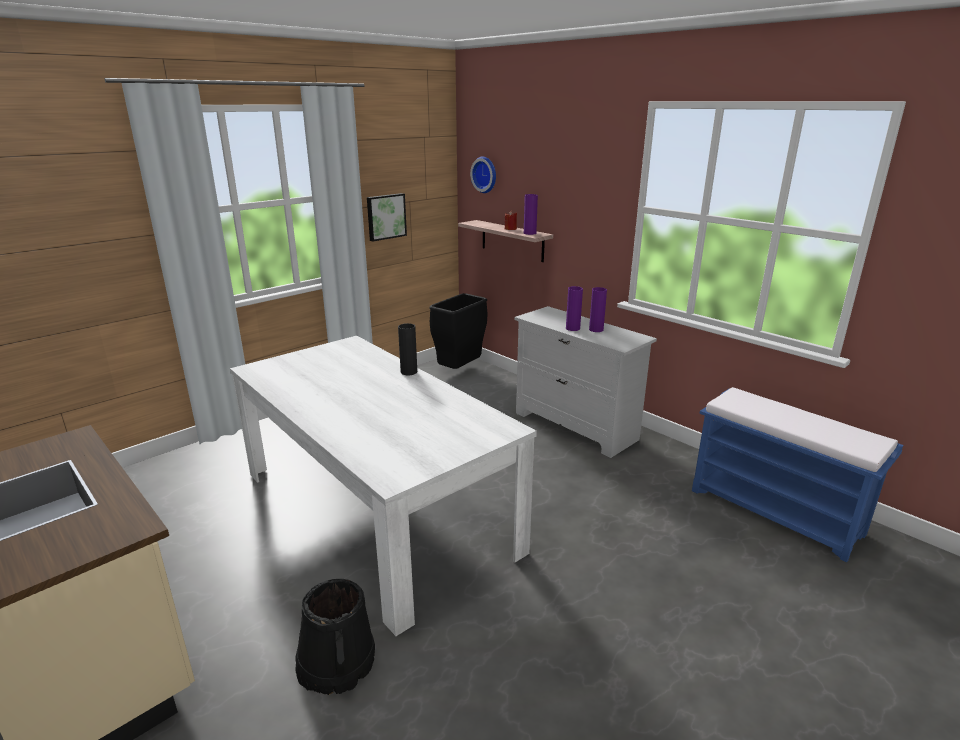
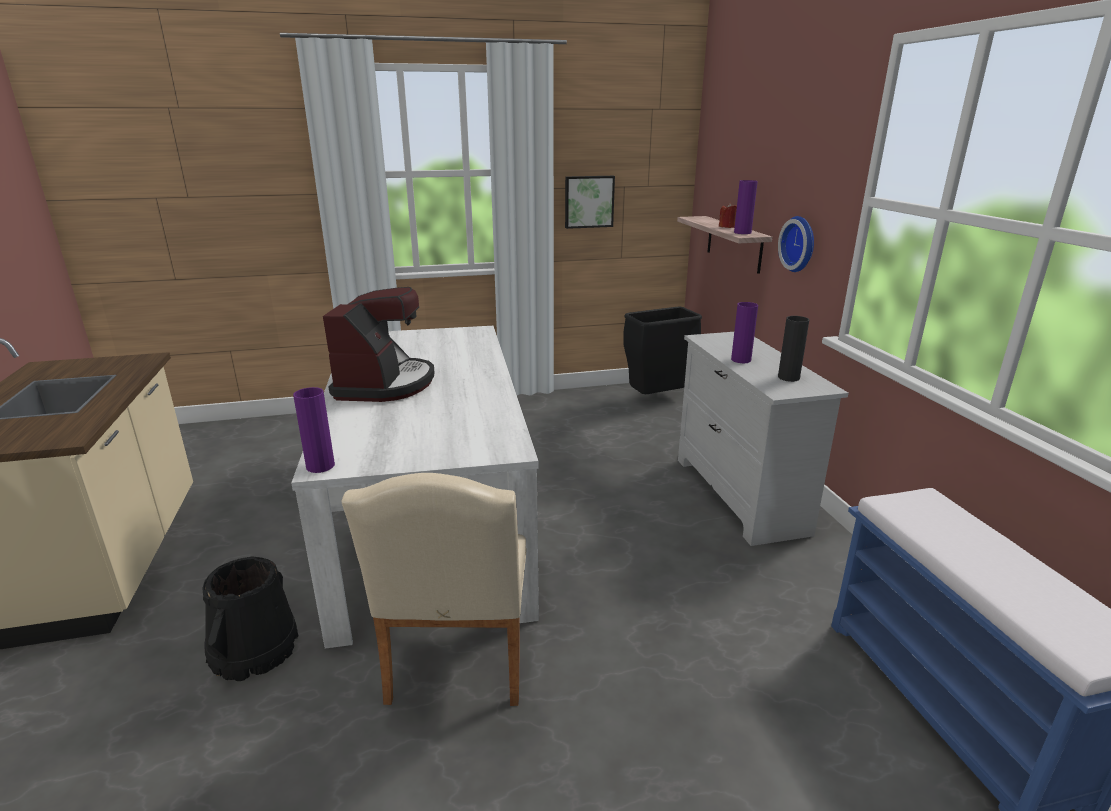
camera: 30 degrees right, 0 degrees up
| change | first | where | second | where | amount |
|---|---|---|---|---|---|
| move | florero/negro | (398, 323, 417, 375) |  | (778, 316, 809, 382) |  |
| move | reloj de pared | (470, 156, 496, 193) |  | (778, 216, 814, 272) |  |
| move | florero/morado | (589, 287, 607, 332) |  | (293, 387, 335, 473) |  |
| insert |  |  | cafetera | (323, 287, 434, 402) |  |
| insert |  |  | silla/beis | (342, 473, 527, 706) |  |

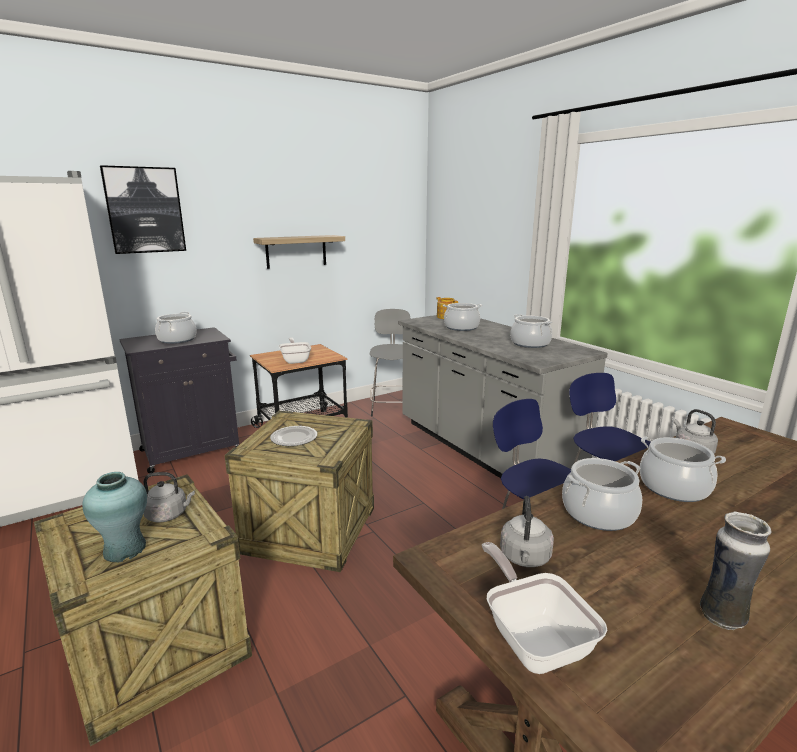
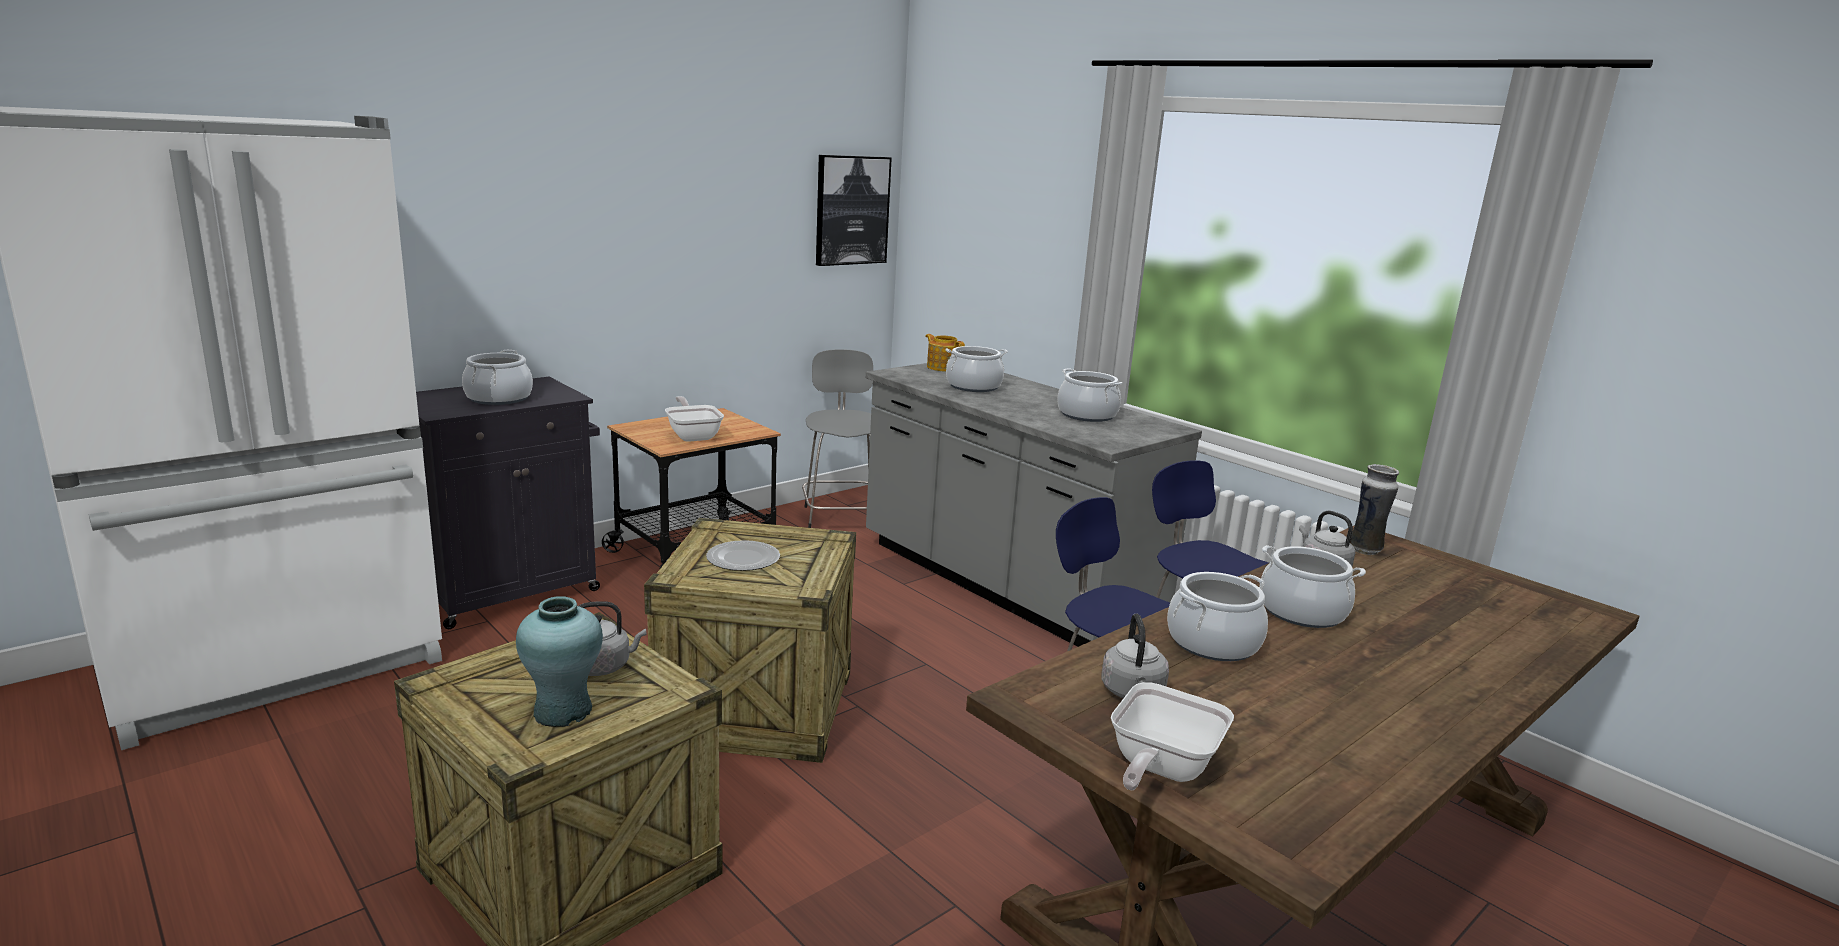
camera: 10 degrees left, 0 degrees up
| change | first | where | second | where | amount |
|---|---|---|---|---|---|
| move | cuadro | (100, 165, 186, 254) |  | (816, 155, 892, 266) |  |
| delete | estante | (253, 235, 345, 269) |  |  |  |
| rotate | sartén | (482, 542, 607, 674) |  | (1111, 682, 1234, 790) | 120 degrees counterclockwise |
| move | florero | (700, 512, 771, 630) |  | (1350, 464, 1399, 555) |  |

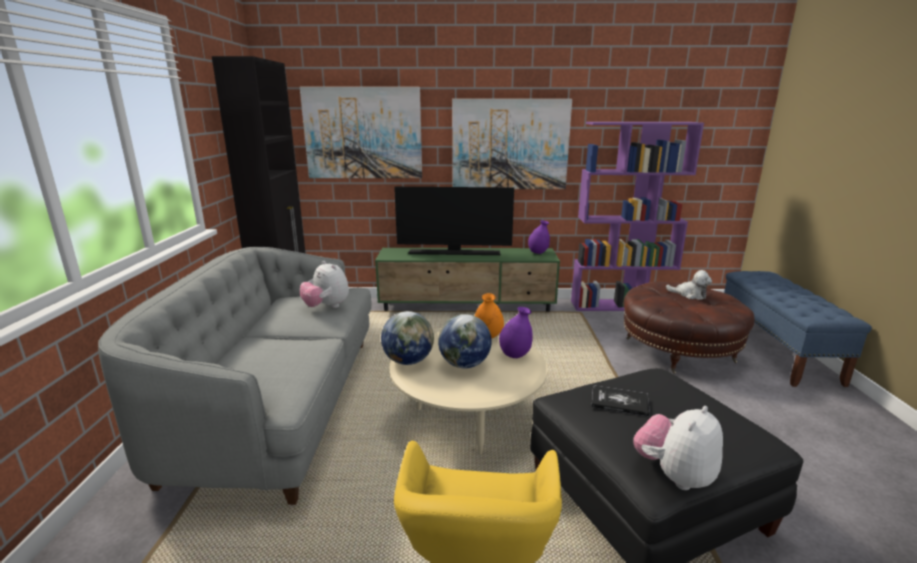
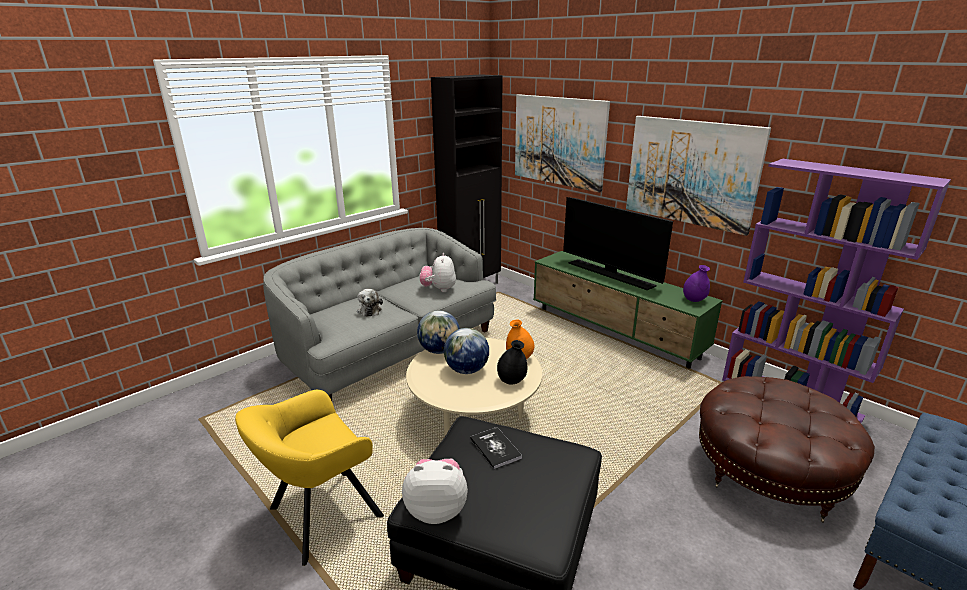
camera: 45 degrees right, 5 degrees up
| change | first | where | second | where | amount |
|---|---|---|---|---|---|
| recolor | florero/morado | (499, 307, 533, 358) | florero/negro | (497, 340, 527, 385) |  |
| move | peluche | (666, 270, 712, 300) |  | (357, 289, 383, 317) |  |

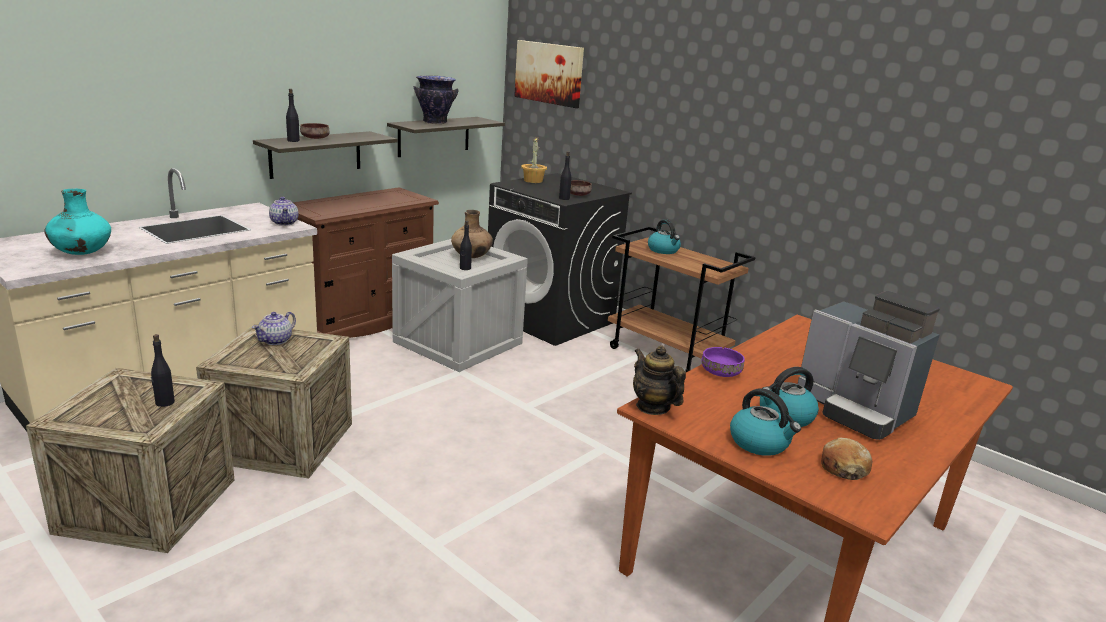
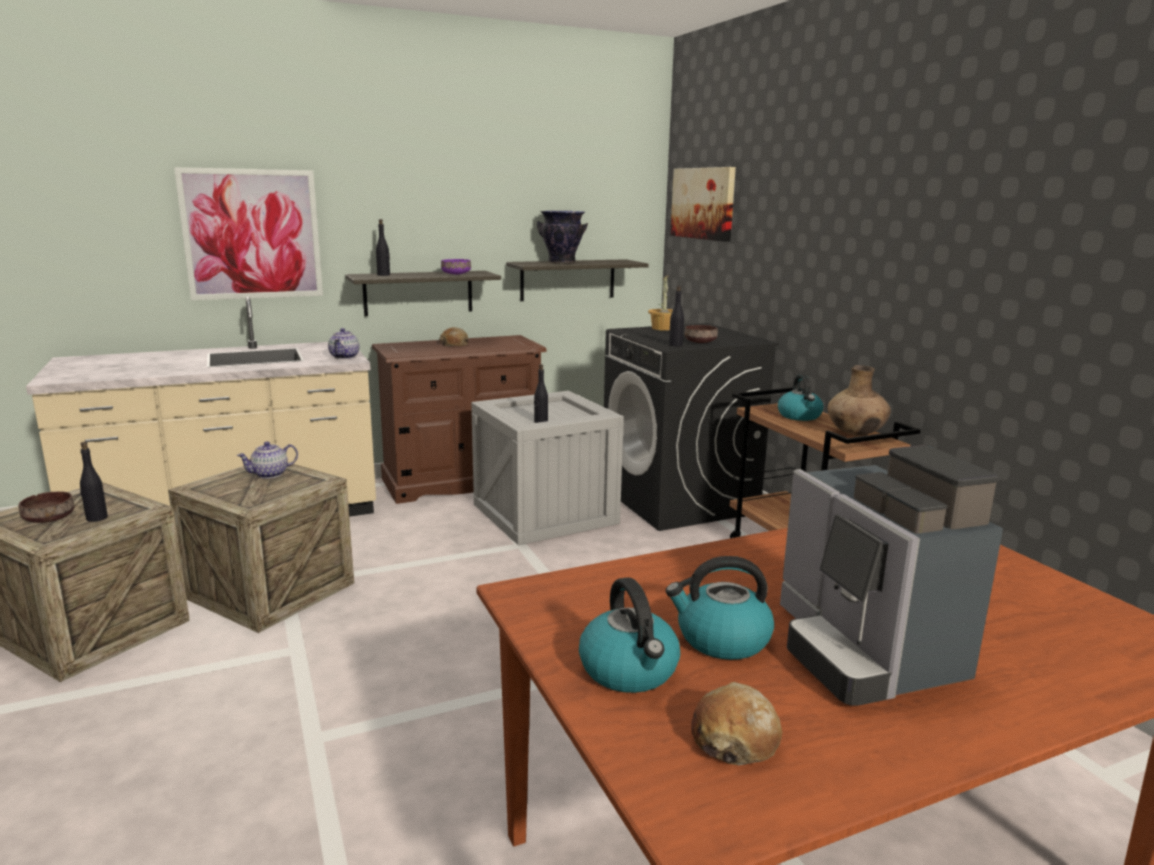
camera: 25 degrees right, 5 degrees down
| change | first | where | second | where | amount |
|---|---|---|---|---|---|
| delete | florero/turquesa | (44, 189, 111, 255) |  |  |  |
| move | cuenco/marrón | (300, 123, 329, 139) |  | (18, 491, 74, 523) |  |
| move | florero/marrón | (451, 210, 493, 258) |  | (828, 365, 891, 435) |  |
| delete | tetera | (633, 345, 686, 415) |  |  |  |
| move | cuenco/morado | (702, 347, 745, 377) |  | (441, 259, 471, 274) |  |
| insert |  |  | cuadro | (174, 167, 323, 300) |  |
| insert |  |  | pan | (439, 327, 468, 347) |  |

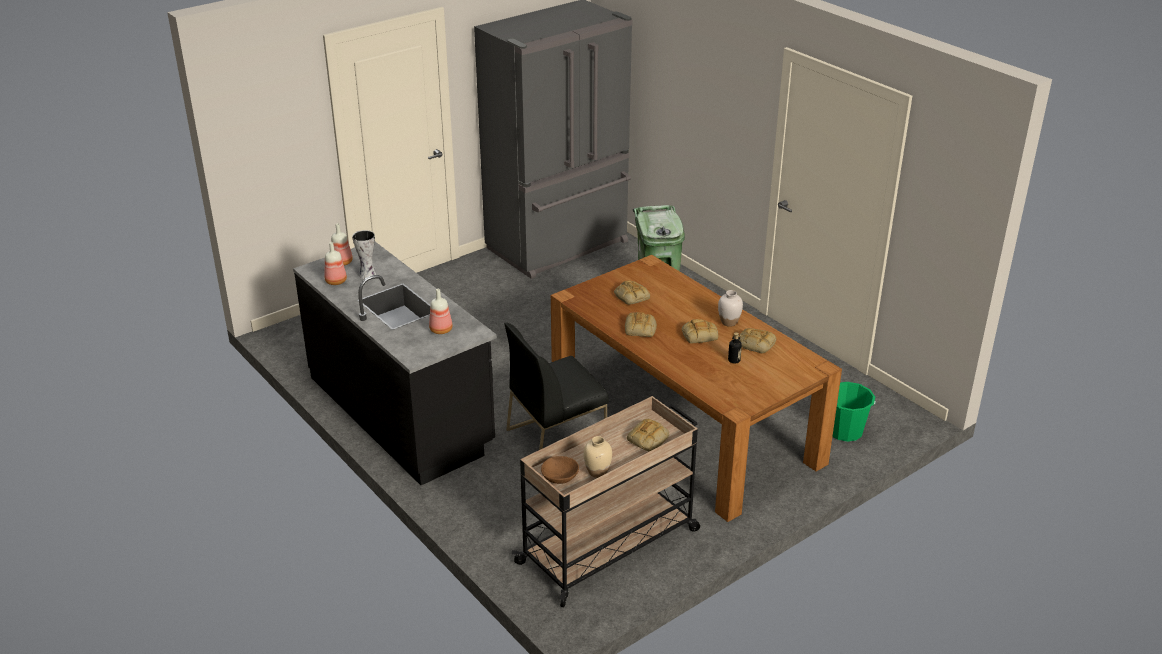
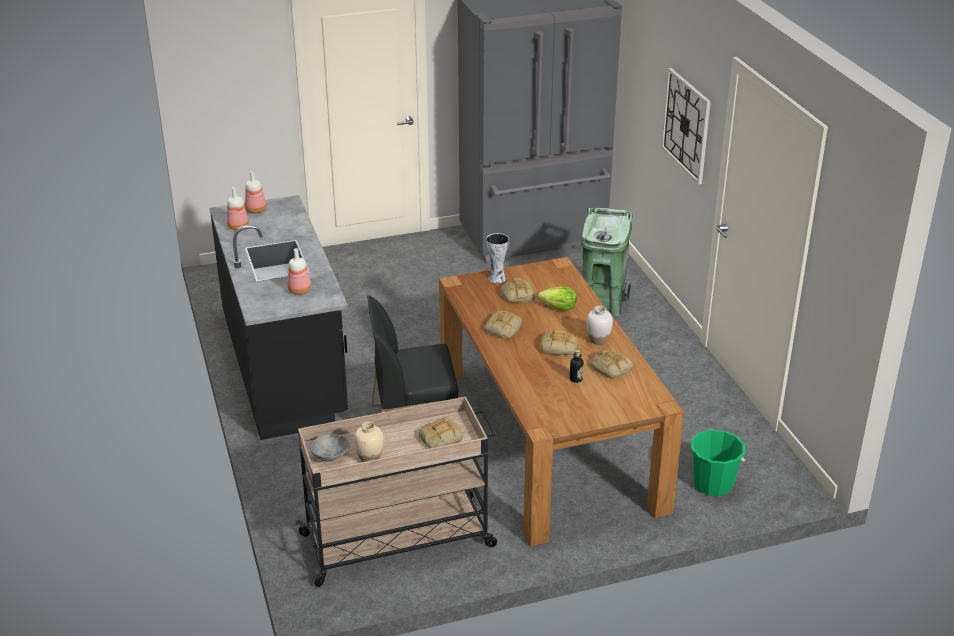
camera: 20 degrees right, 0 degrees up
| change | first | where | second | where | amount |
|---|---|---|---|---|---|
| move | florero | (352, 230, 377, 279) |  | (486, 233, 509, 283) |  |
| recolor | cuenco/marrón | (541, 456, 579, 484) | cuenco/gris | (310, 434, 349, 462) |  |
| insert |  |  | lechuga | (538, 286, 577, 311) |  |
| insert |  |  | reloj de pared | (661, 68, 711, 185) |  |

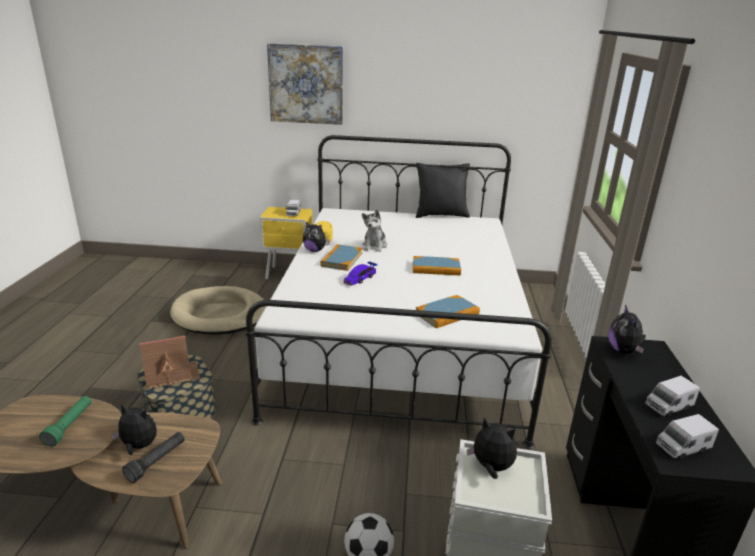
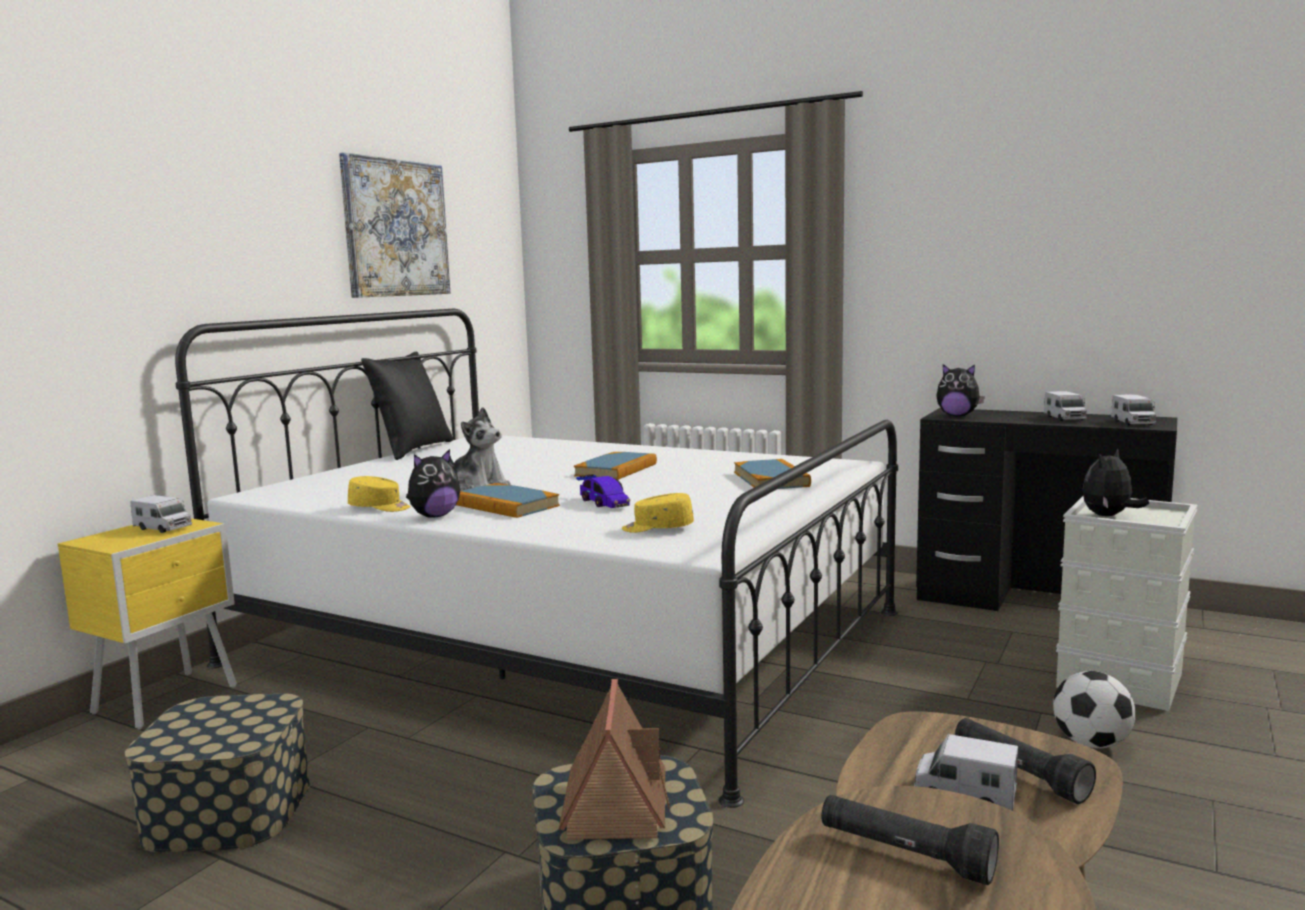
camera: 65 degrees left, 15 degrees down
| change | first | where | second | where | amount |
|---|---|---|---|---|---|
| recolor | linterna/verde | (39, 396, 91, 446) | linterna/negro | (821, 795, 999, 885) |  |
| replace | peluche | (111, 404, 157, 455) | camión de juguete | (914, 734, 1018, 811) |  |
| replace | cama para perro/beis | (170, 286, 266, 335) | caja de almacenaje | (125, 693, 310, 853) |  |
| move | cuadro | (267, 43, 343, 125) |  | (339, 153, 450, 298) |  |
| insert |  |  | gorra/amarillo | (622, 493, 694, 533) |  |

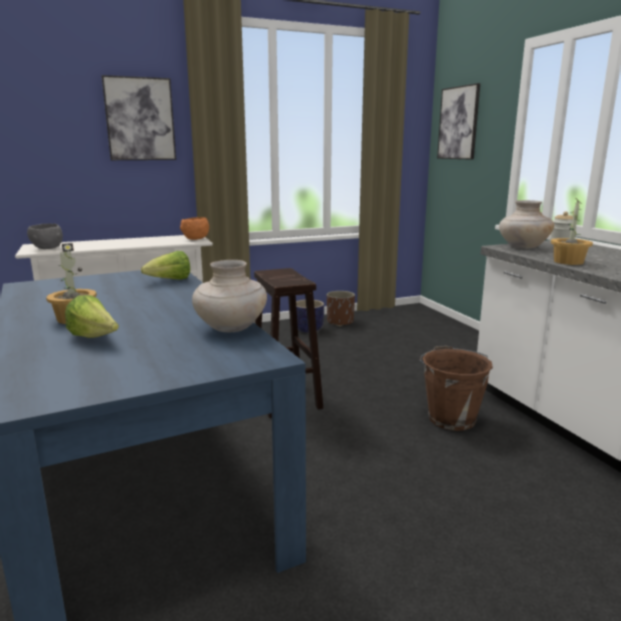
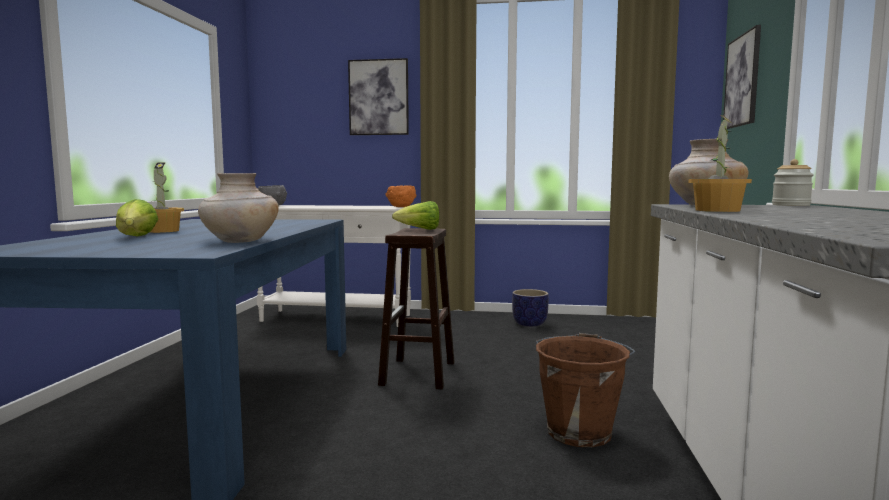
camera: 30 degrees right, 10 degrees down
| change | first | where | second | where | amount |
|---|---|---|---|---|---|
| move | lechuga | (141, 251, 190, 280) |  | (392, 201, 439, 230) |  |
| delete | maceta/marrón | (327, 291, 355, 327) |  |  |  |

